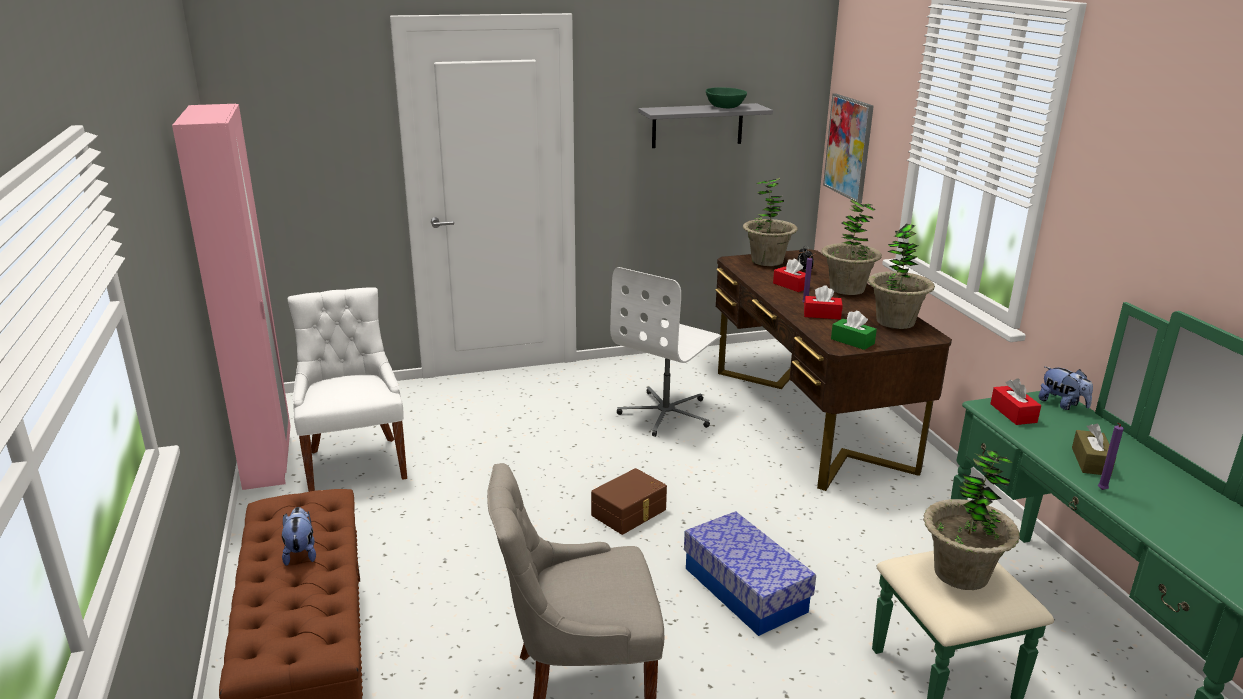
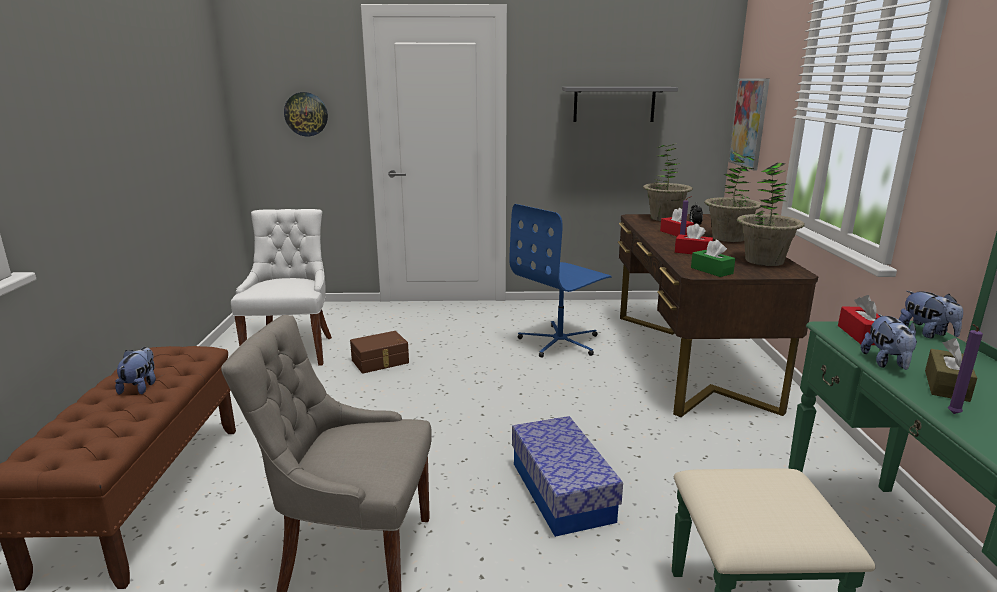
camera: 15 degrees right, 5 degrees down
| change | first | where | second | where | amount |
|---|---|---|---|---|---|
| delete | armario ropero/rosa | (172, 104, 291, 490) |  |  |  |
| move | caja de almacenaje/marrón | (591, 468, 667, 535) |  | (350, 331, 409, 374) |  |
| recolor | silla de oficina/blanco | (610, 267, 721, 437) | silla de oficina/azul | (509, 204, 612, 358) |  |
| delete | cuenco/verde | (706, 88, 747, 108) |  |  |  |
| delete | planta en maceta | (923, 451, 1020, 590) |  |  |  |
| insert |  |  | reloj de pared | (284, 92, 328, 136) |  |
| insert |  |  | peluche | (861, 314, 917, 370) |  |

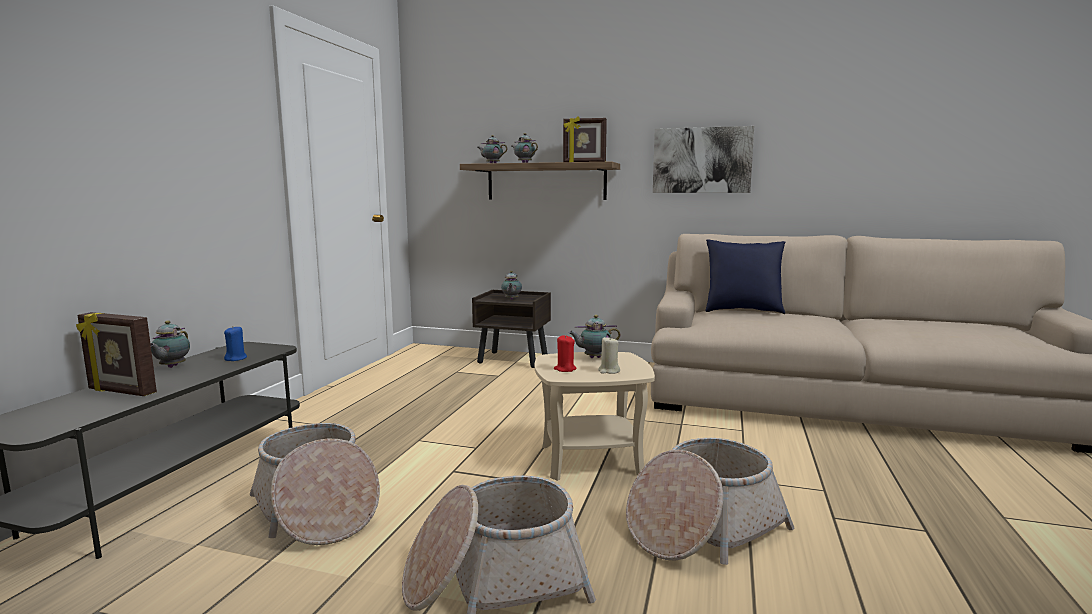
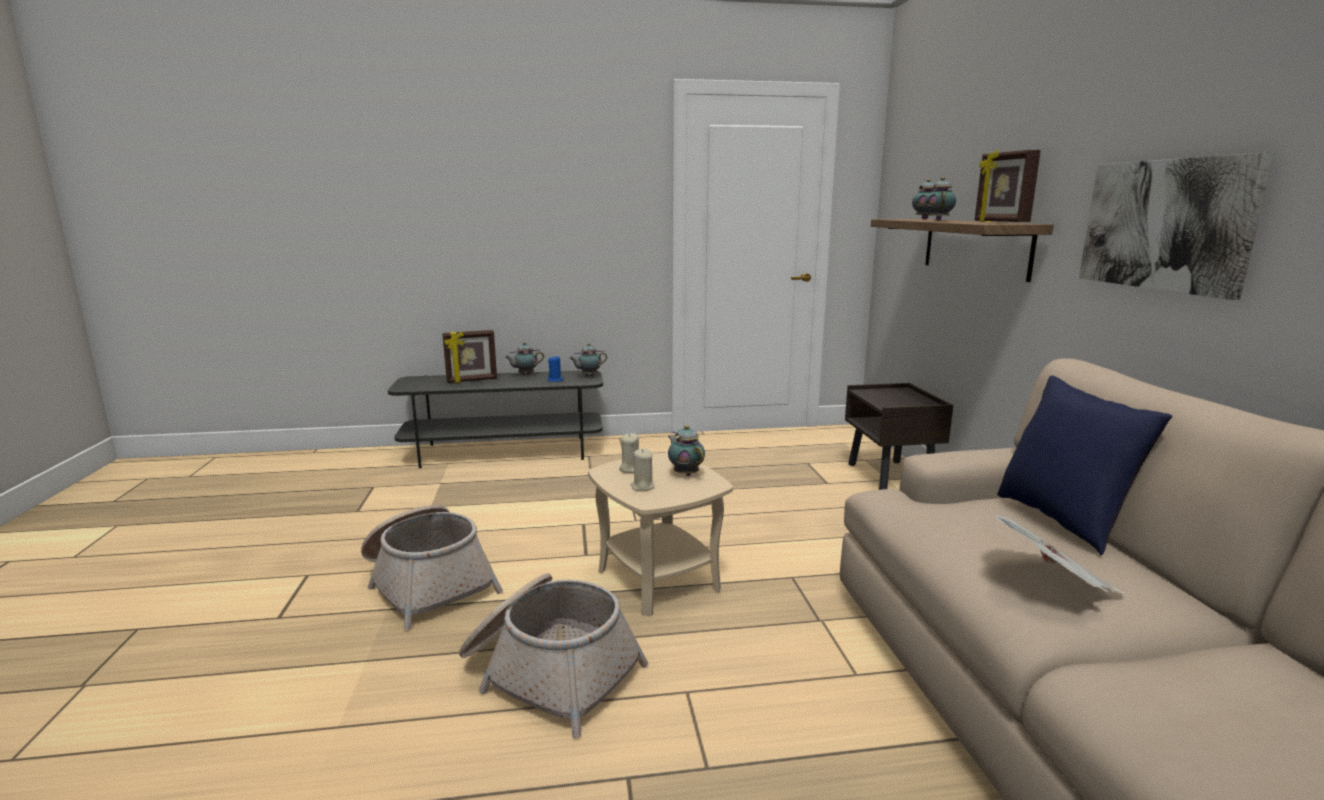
camera: 65 degrees right, 5 degrees up
| change | first | where | second | where | amount |
|---|---|---|---|---|---|
| rotate | portarretratos | (76, 312, 157, 396) |  | (442, 330, 497, 383) | 105 degrees counterclockwise |
| delete | cesta | (250, 423, 380, 545) |  |  |  |
| move | tetera | (501, 271, 522, 300) |  | (569, 343, 607, 376) |  |
| recolor | vela/rojo | (554, 335, 577, 372) | vela/beis | (619, 433, 639, 473) |  |
| insert |  |  | periódico | (993, 514, 1126, 594) |  |

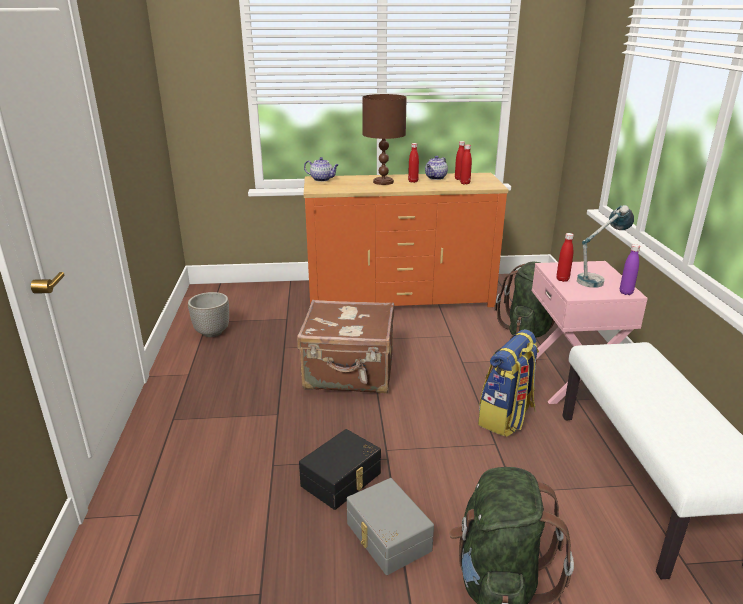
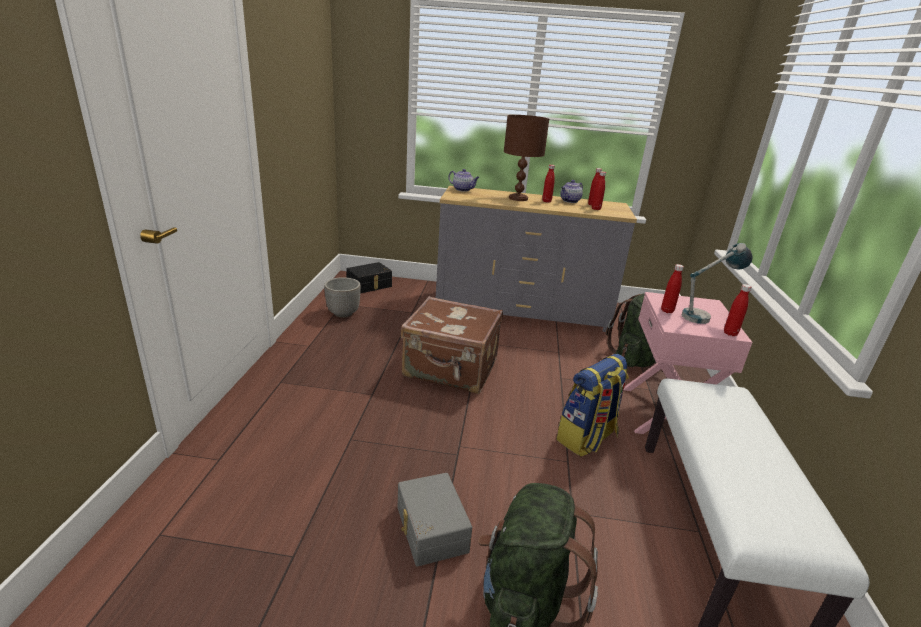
camera: 10 degrees right, 0 degrees up
| change | first | where | second | where | amount |
|---|---|---|---|---|---|
| move | caja de almacenaje/negro | (299, 429, 381, 510) |  | (346, 262, 392, 294) |  |
| recolor | cómoda/naranja | (304, 173, 509, 307) | cómoda/gris | (436, 186, 637, 332) |  |
| recolor | botella/morado | (620, 244, 640, 295) | botella/rojo | (724, 284, 751, 336) |  |

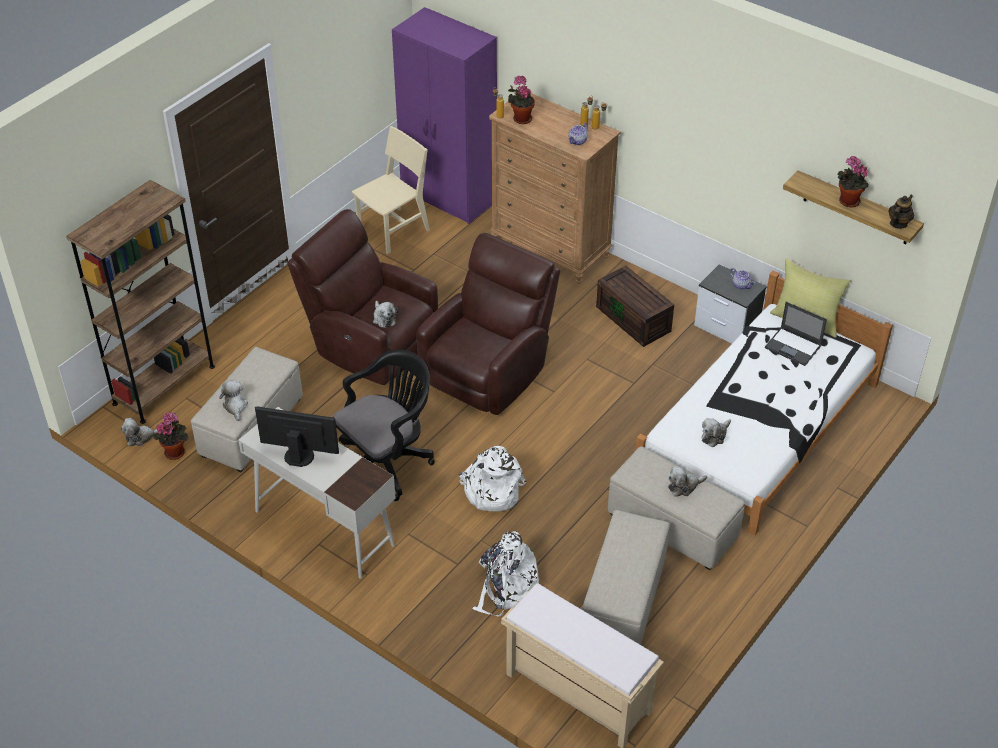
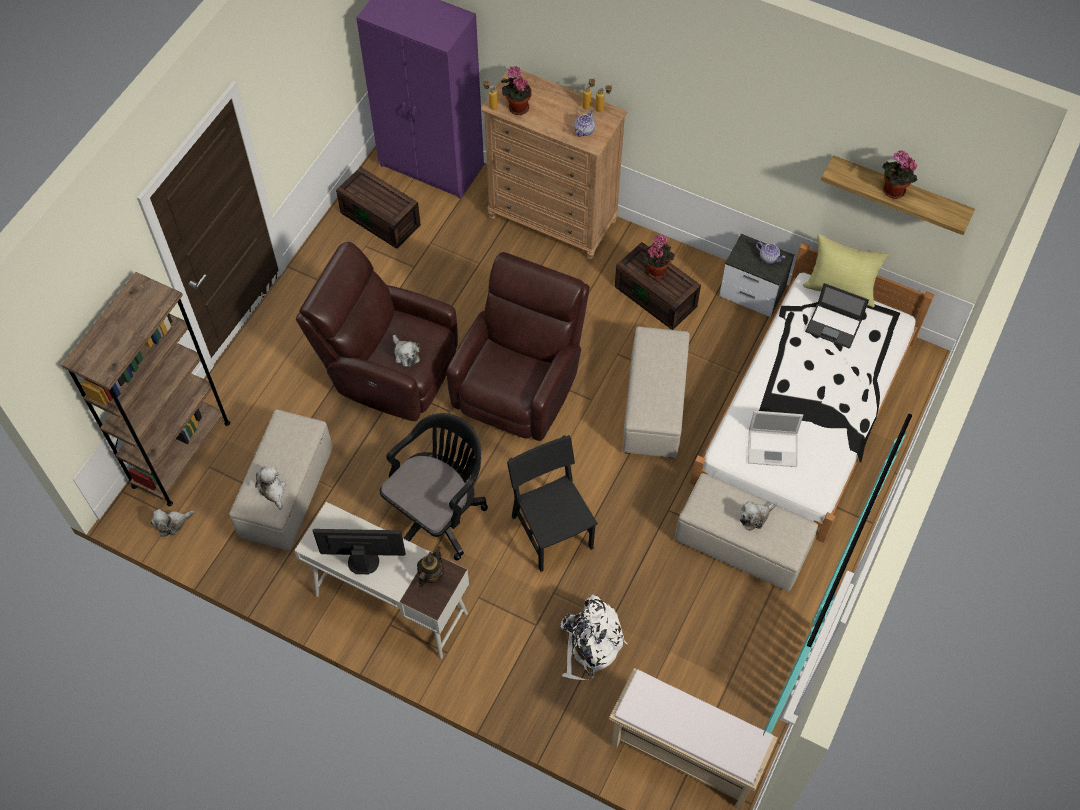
camera: 10 degrees left, 15 degrees up
| change | first | where | second | where | amount |
|---|---|---|---|---|---|
| move | planta en maceta | (153, 412, 188, 460) |  | (642, 234, 675, 279) |  |
| replace | silla/beis | (352, 126, 430, 254) | caja de almacenaje/marrón | (336, 167, 421, 249) |  |
| replace | mochila/blanco | (459, 446, 526, 512) | silla/negro | (507, 435, 598, 572) |  |
| move | puf/beis | (582, 510, 670, 645) |  | (623, 326, 690, 458) |  |
| replace | peluche | (701, 418, 731, 447) | portátil | (748, 411, 803, 467) |  |
| move | tetera | (889, 195, 914, 229) |  | (417, 547, 444, 587) |  |

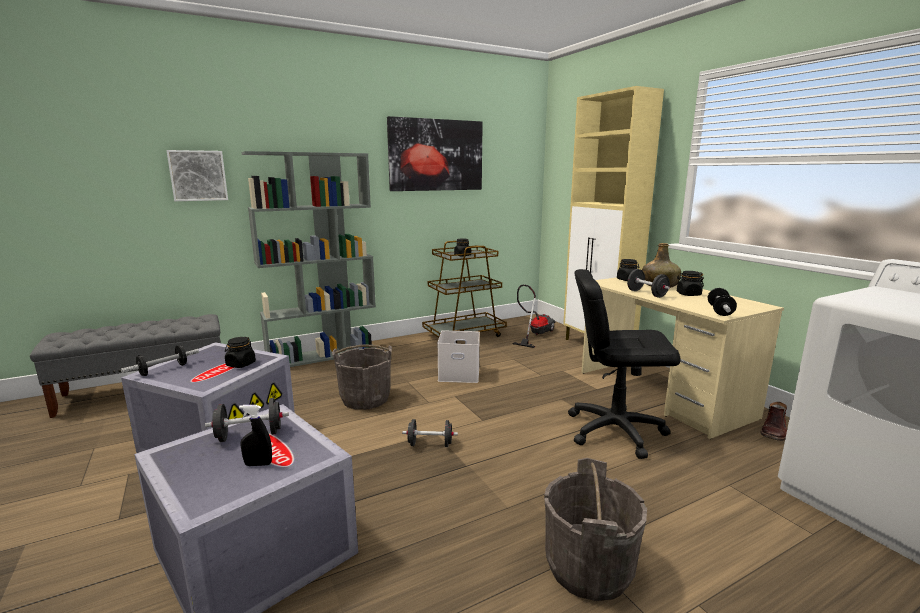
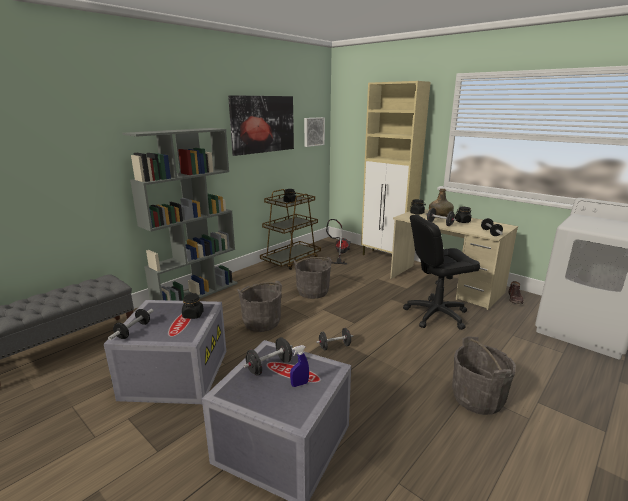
camera: 20 degrees left, 5 degrees up
| change | first | where | second | where | amount |
|---|---|---|---|---|---|
| move | cuadro | (166, 150, 228, 201) |  | (304, 117, 325, 147) |  |
| recolor | pulverizador/negro | (239, 405, 272, 466) | pulverizador/azul | (290, 345, 309, 387) |  |
| replace | caja de almacenaje/blanco | (437, 331, 480, 383) | cubo/gris | (294, 257, 332, 299) |  |

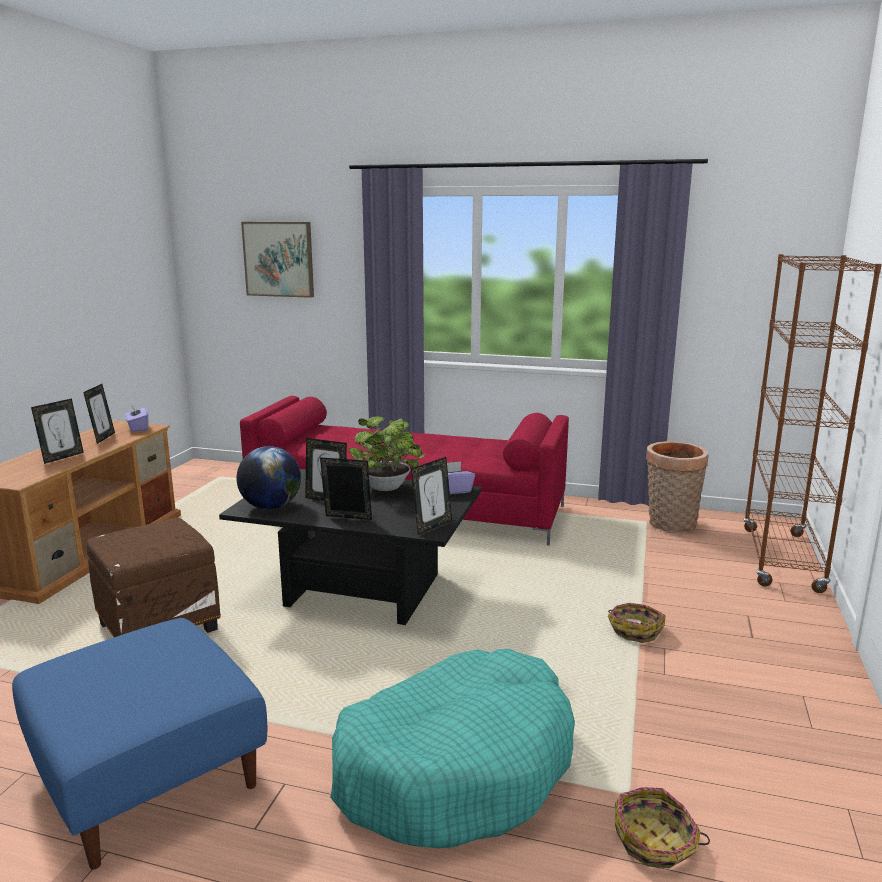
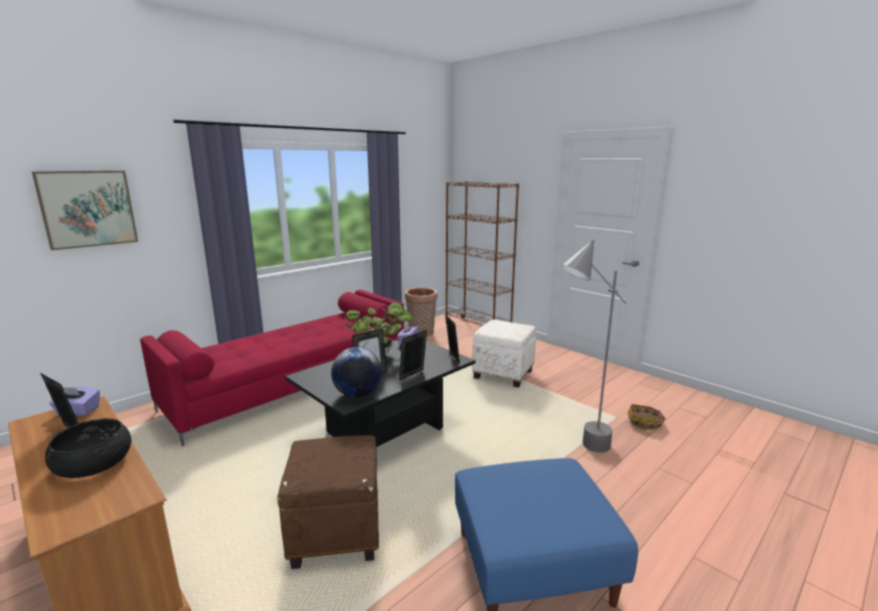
camera: 60 degrees left, 0 degrees up
| change | first | where | second | where | amount |
|---|---|---|---|---|---|
| replace | portarretratos | (31, 398, 84, 464) | cuenco/negro | (45, 418, 131, 478) |  |
| replace | cama para perro/turquesa | (330, 649, 575, 848) | lámpara de pie/gris | (561, 240, 626, 453) |  |
| replace | cesta | (608, 603, 665, 643) | puf/blanco | (472, 320, 536, 388) |  |

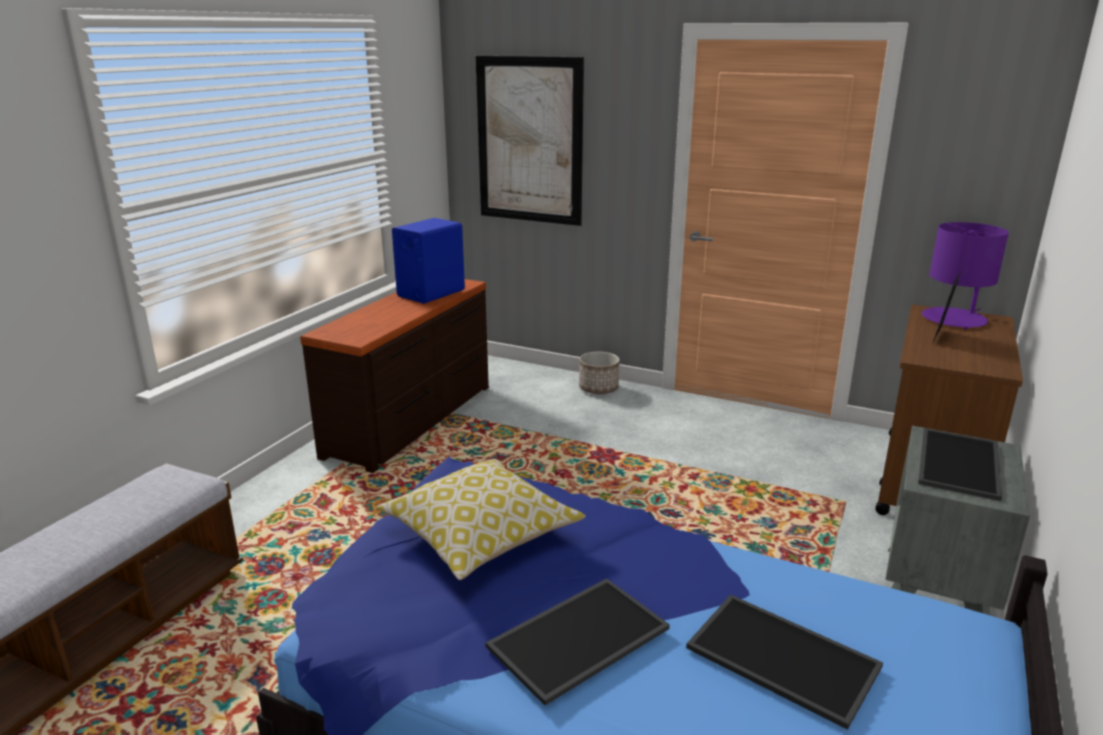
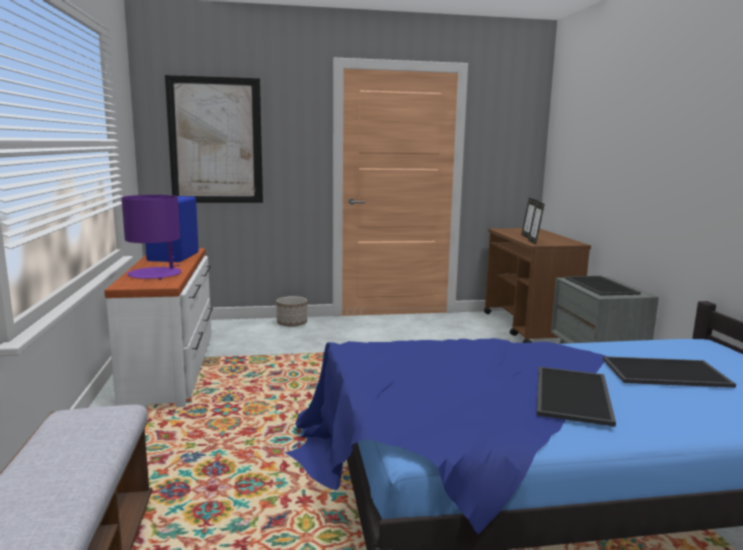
camera: 35 degrees left, 10 degrees down
| change | first | where | second | where | amount |
|---|---|---|---|---|---|
| recolor | cómoda/marrón | (300, 279, 489, 473) | cómoda/blanco | (104, 248, 213, 407) |  |
| delete | cojín | (377, 459, 585, 580) |  |  |  |
| move | lámpara de mesa/morado | (922, 222, 1009, 329) |  | (122, 195, 182, 280) |  |
| insert |  |  | portarretratos | (528, 201, 545, 245) |  |

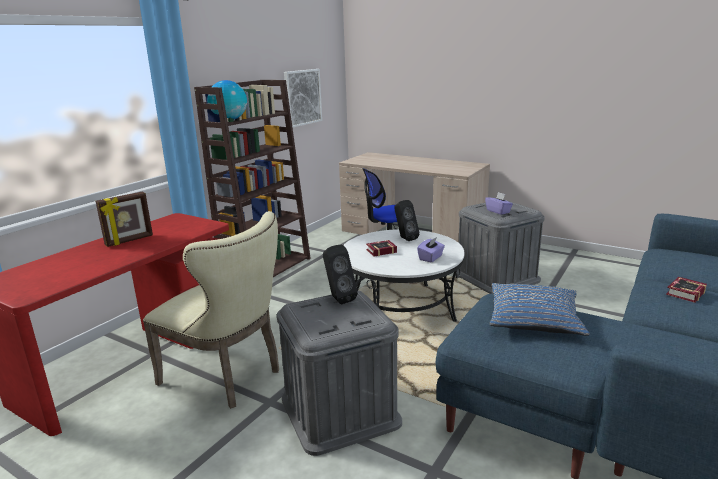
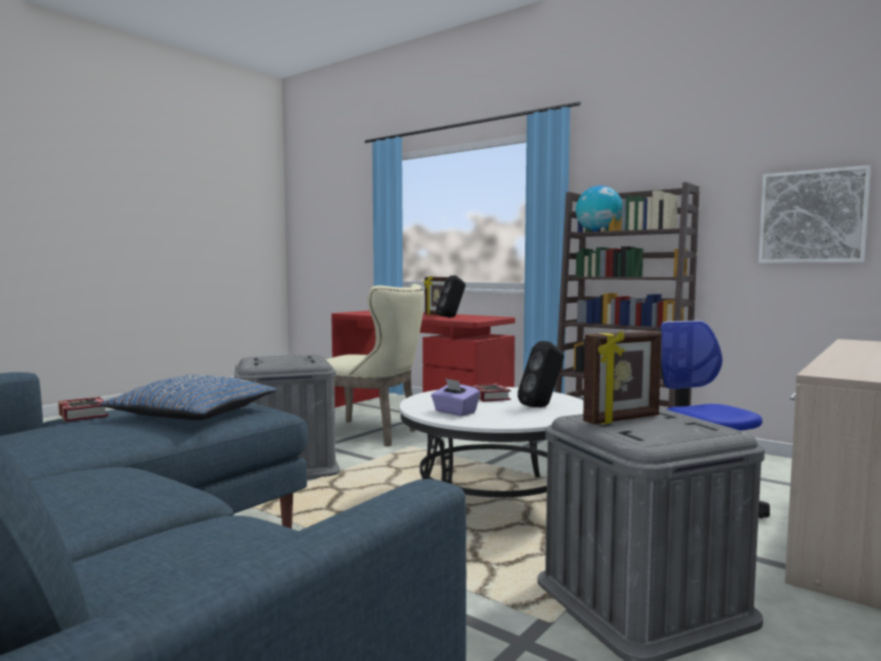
camera: 95 degrees right, 15 degrees down
| change | first | where | second | where | amount |
|---|---|---|---|---|---|
| rotate | silla/beis | (143, 211, 279, 409) |  | (326, 284, 424, 447) | 105 degrees counterclockwise |
| move | altavoz/negro | (323, 244, 358, 304) |  | (436, 275, 466, 318) |  |
| replace | caja de pañuelos/morado | (485, 192, 513, 215) | portarretratos | (583, 331, 662, 424) |  |
| move | libro | (666, 277, 707, 303) |  | (58, 397, 109, 422) |  |

